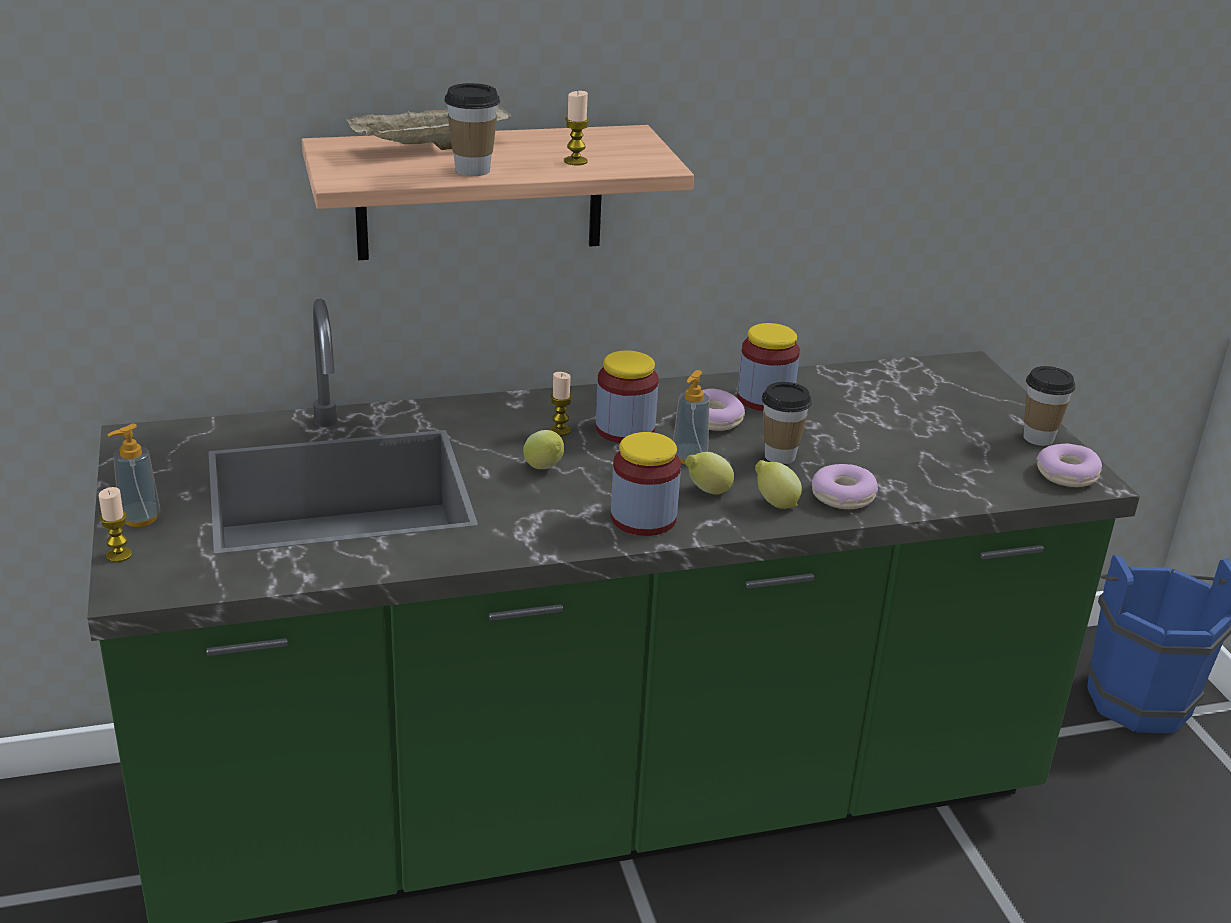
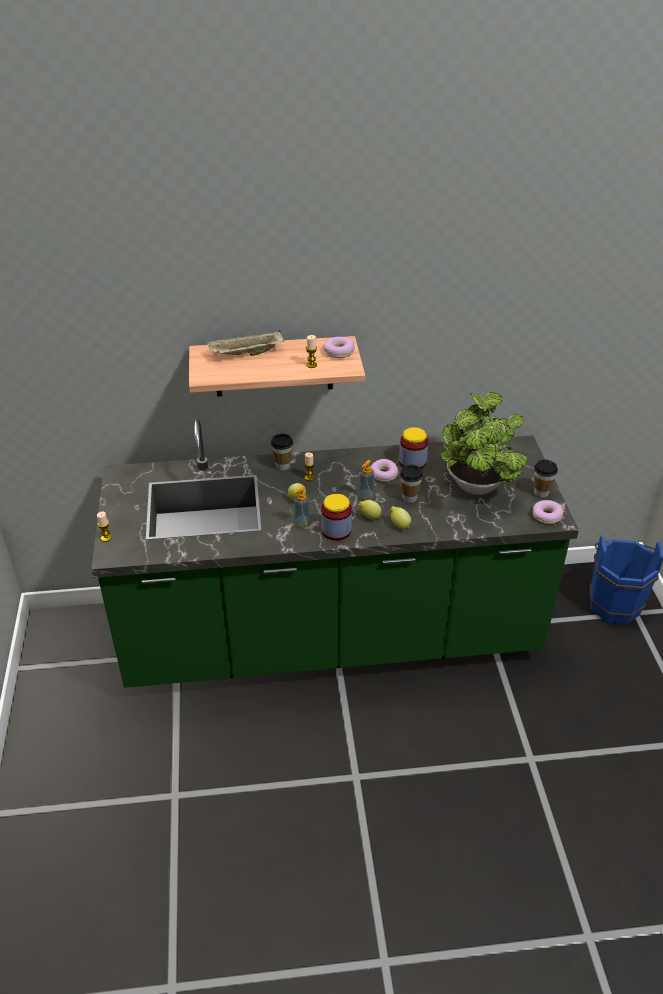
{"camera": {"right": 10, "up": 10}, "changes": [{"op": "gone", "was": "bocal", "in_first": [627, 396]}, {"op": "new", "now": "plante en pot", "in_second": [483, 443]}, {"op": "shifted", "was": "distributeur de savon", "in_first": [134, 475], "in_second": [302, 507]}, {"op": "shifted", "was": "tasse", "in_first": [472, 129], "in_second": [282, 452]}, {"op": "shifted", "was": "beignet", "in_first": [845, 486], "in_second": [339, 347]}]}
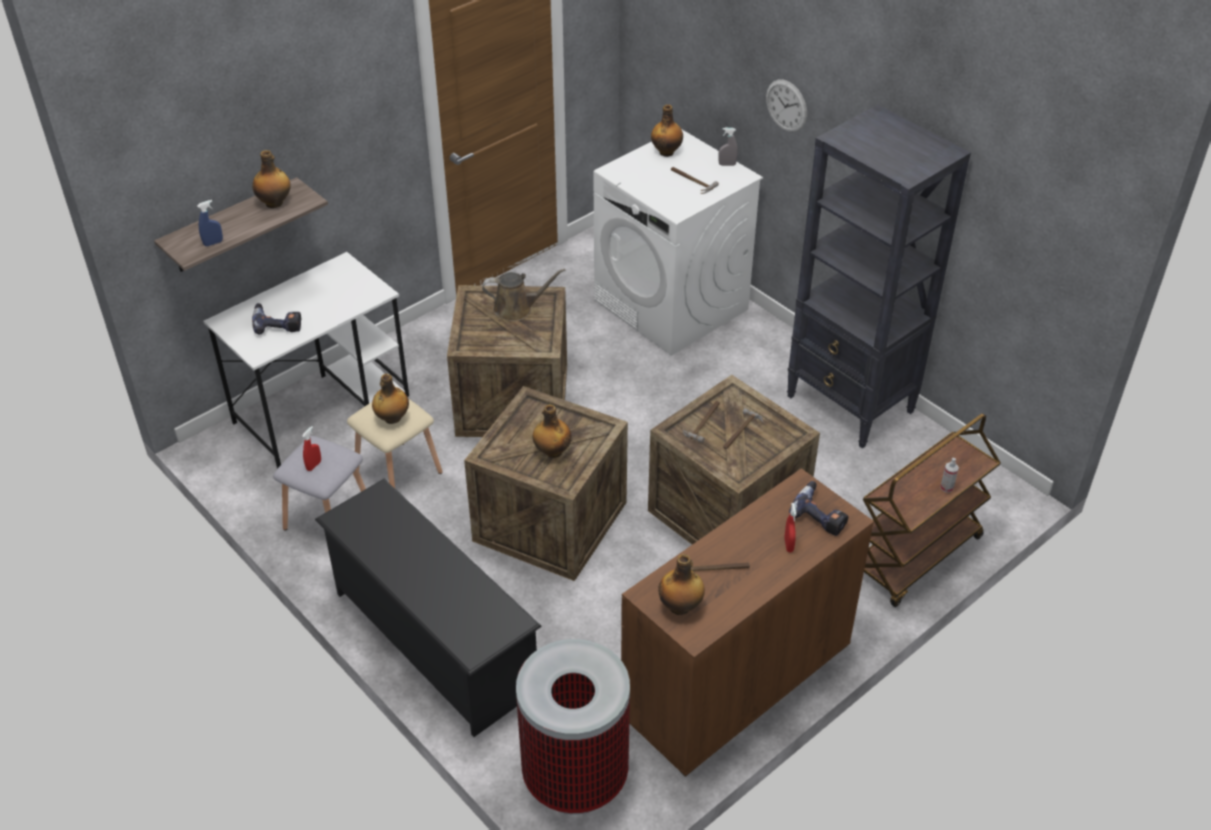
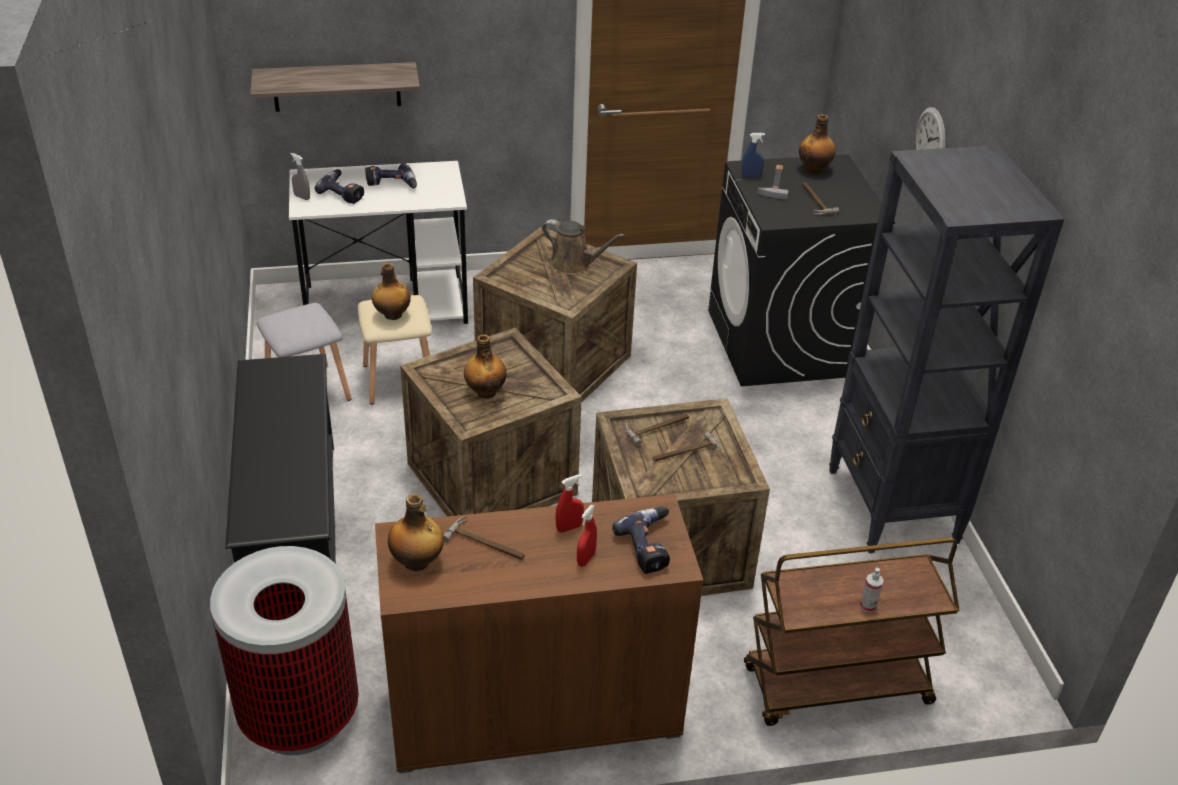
{"camera": {"right": 30, "up": -5}, "changes": [{"op": "gone", "was": "bouteille", "in_first": [271, 179]}, {"op": "new", "now": "perceuse", "in_second": [391, 175]}, {"op": "new", "now": "marteau", "in_second": [773, 182]}, {"op": "shifted", "was": "vaporisateur [bleu]", "in_first": [210, 223], "in_second": [753, 155]}, {"op": "shifted", "was": "vaporisateur [rouge]", "in_first": [311, 448], "in_second": [570, 503]}, {"op": "shifted", "was": "vaporisateur [gris]", "in_first": [728, 147], "in_second": [300, 176]}, {"op": "repainted", "was": "lave-linge [blanc]", "now": "lave-linge [noir]", "in_first": [678, 243], "in_second": [801, 270]}]}
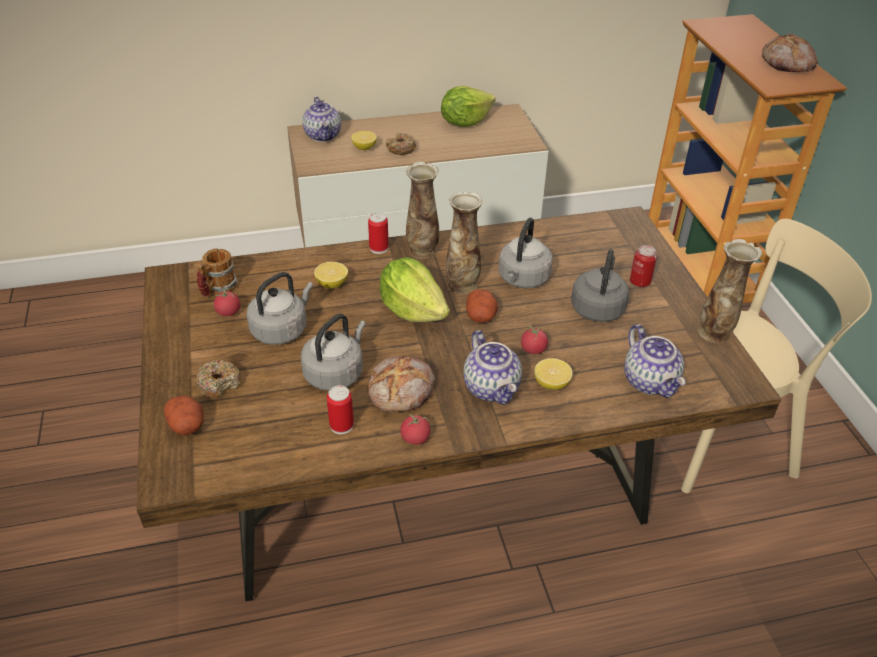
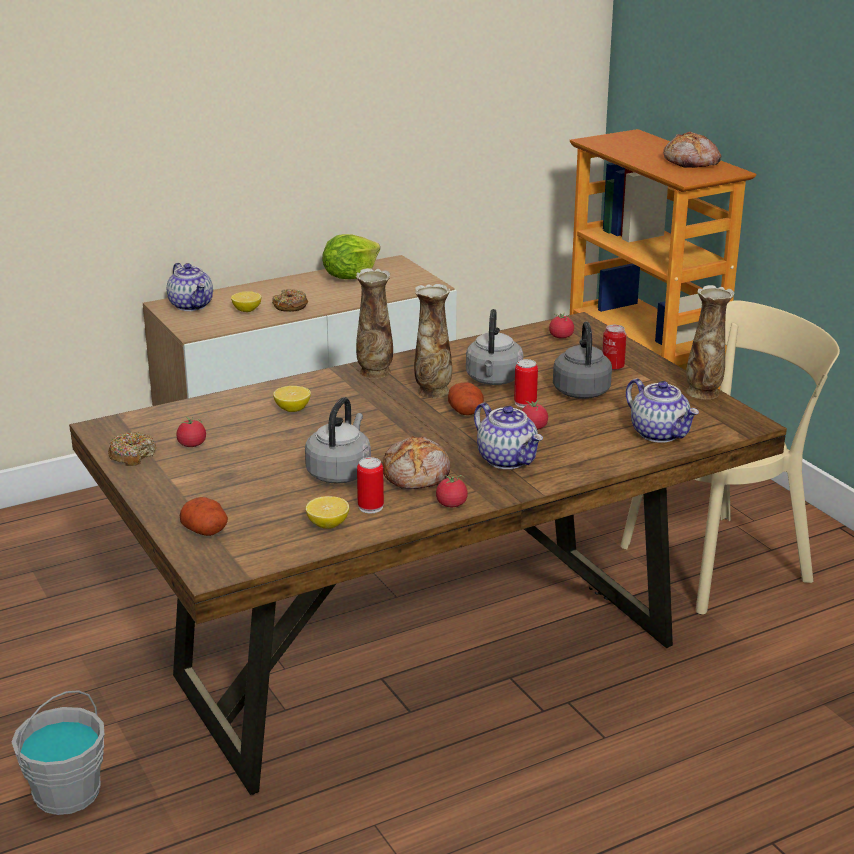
{"camera": {"right": -15, "up": -15}, "changes": [{"op": "gone", "was": "mug", "in_first": [217, 272]}, {"op": "gone", "was": "bouilloire [gris]", "in_first": [280, 308]}, {"op": "gone", "was": "laitue", "in_first": [414, 289]}, {"op": "new", "now": "seau [gris]", "in_second": [58, 752]}, {"op": "new", "now": "tomate", "in_second": [561, 325]}, {"op": "shifted", "was": "beignet", "in_first": [218, 379], "in_second": [132, 449]}, {"op": "shifted", "was": "boîte métallique", "in_first": [378, 233], "in_second": [526, 383]}, {"op": "shifted", "was": "citron", "in_first": [553, 374], "in_second": [327, 512]}]}
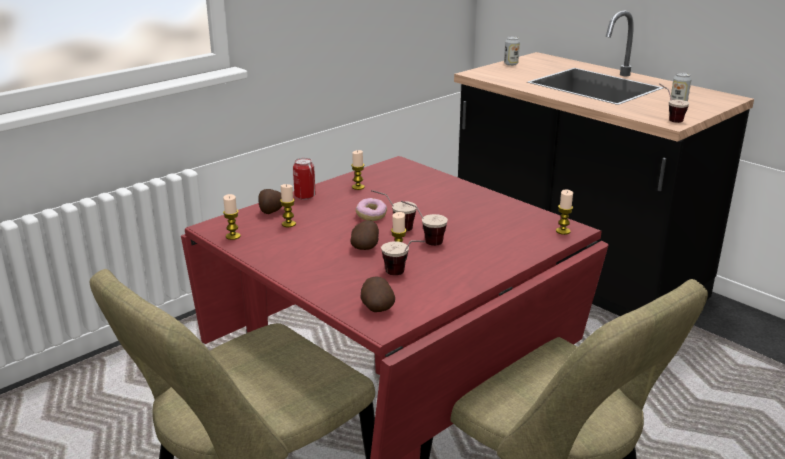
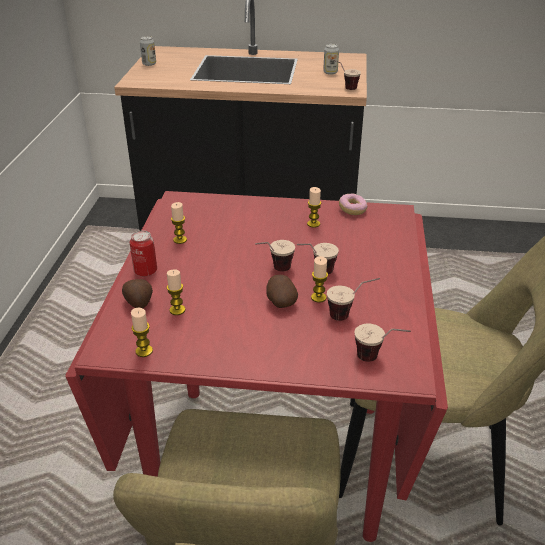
{"camera": {"right": -40, "up": 10}, "changes": [{"op": "shifted", "was": "beignet", "in_first": [371, 209], "in_second": [353, 204]}, {"op": "shifted", "was": "bougie", "in_first": [564, 212], "in_second": [314, 207]}, {"op": "swapped", "was": "pomme de terre", "now": "tasse", "in_first": [378, 294], "in_second": [382, 342]}]}
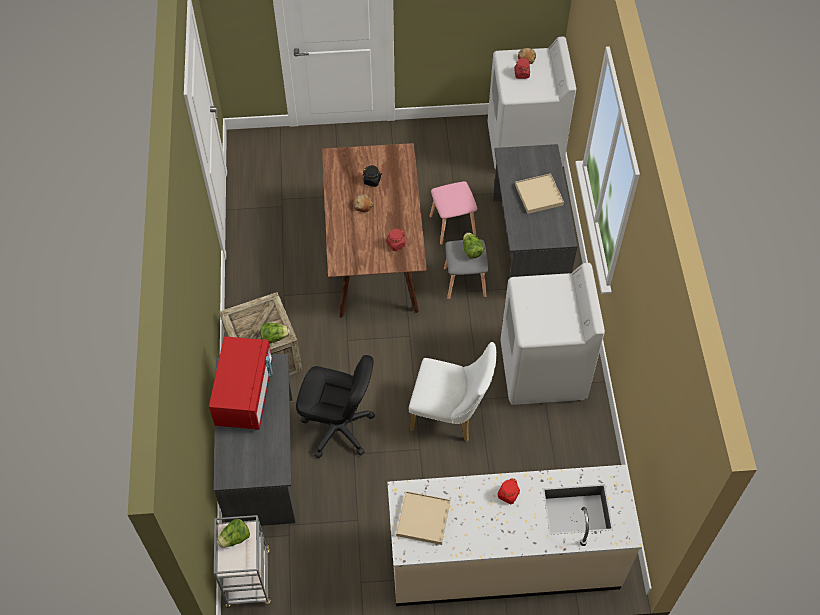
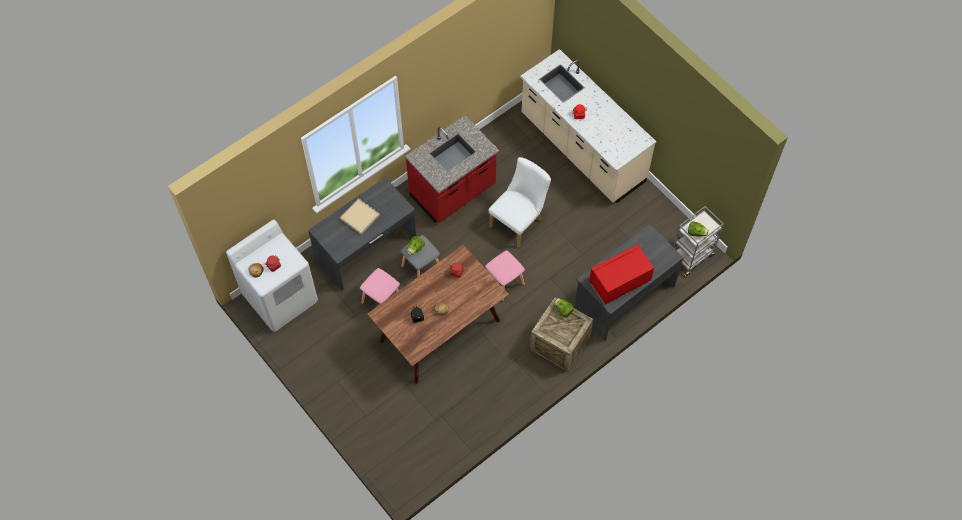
{"camera": {"right": -125, "up": 5}, "changes": [{"op": "gone", "was": "chaise de bureau [noir]", "in_first": [335, 406]}, {"op": "gone", "was": "plateau [beige]", "in_first": [423, 518]}, {"op": "new", "now": "tabouret [rose]", "in_second": [505, 275]}, {"op": "swapped", "was": "lave-linge [blanc]", "now": "comptoir de cuisine [rouge]", "in_first": [552, 334], "in_second": [452, 169]}, {"op": "rotated", "was": "chaise [blanc]", "in_first": [453, 392], "in_second": [520, 202], "clockwise": 60}]}
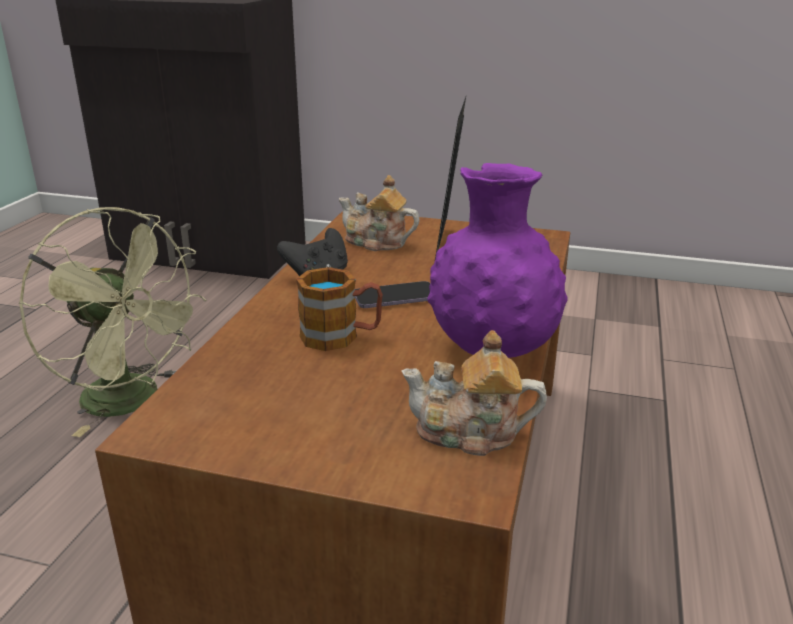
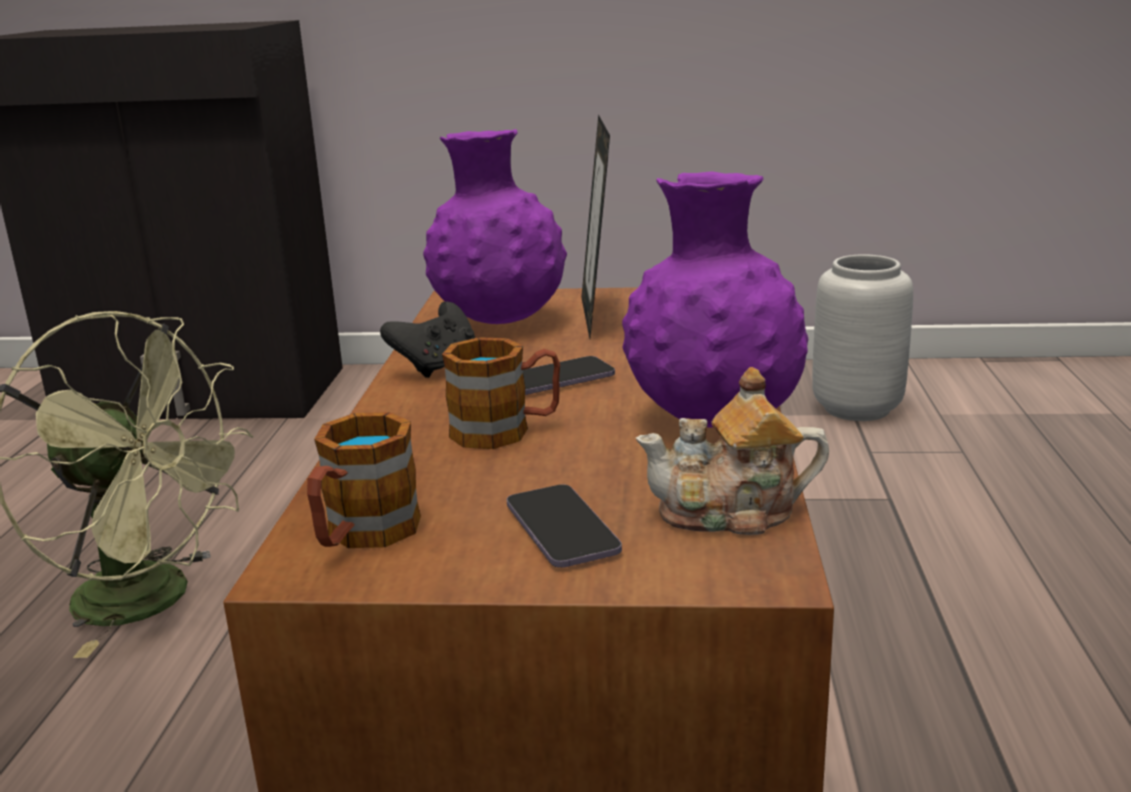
{"camera": {"right": -10, "up": -5}, "changes": [{"op": "new", "now": "mug", "in_second": [364, 480]}, {"op": "new", "now": "téléphone", "in_second": [564, 526]}, {"op": "new", "now": "vase [gris]", "in_second": [862, 337]}, {"op": "swapped", "was": "théière", "now": "vase [violet]", "in_first": [379, 213], "in_second": [495, 226]}]}
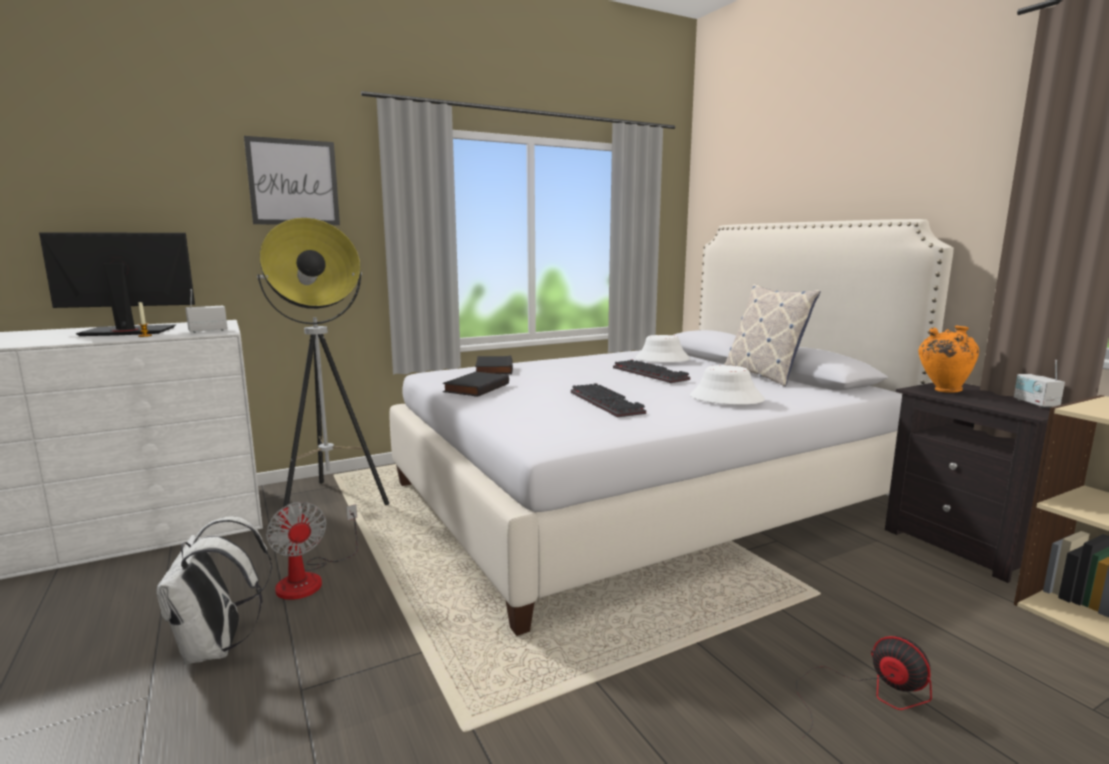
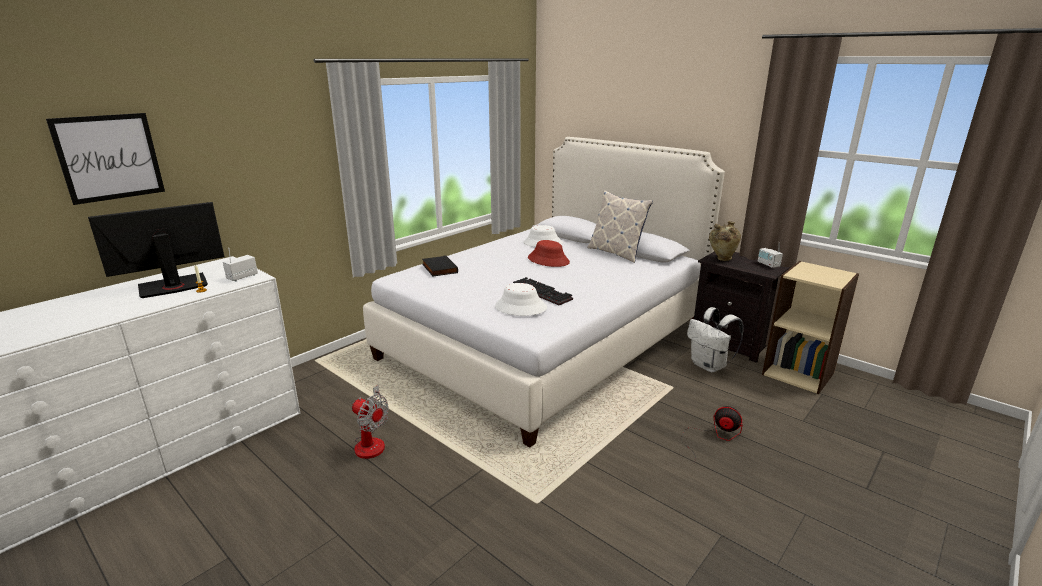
{"camera": {"right": -20, "up": 10}, "changes": [{"op": "gone", "was": "lampadaire", "in_first": [323, 363]}, {"op": "gone", "was": "livre [noir]", "in_first": [476, 384]}, {"op": "shifted", "was": "sac à dos [blanc]", "in_first": [214, 591], "in_second": [715, 340]}, {"op": "shifted", "was": "tableau", "in_first": [292, 180], "in_second": [105, 159]}, {"op": "shifted", "was": "chapeau [blanc]", "in_first": [727, 385], "in_second": [521, 299]}, {"op": "swapped", "was": "clavier", "now": "chapeau [rouge]", "in_first": [651, 371], "in_second": [549, 253]}, {"op": "repainted", "was": "vase [orange]", "now": "vase [beige]", "in_first": [948, 359], "in_second": [725, 241]}]}
